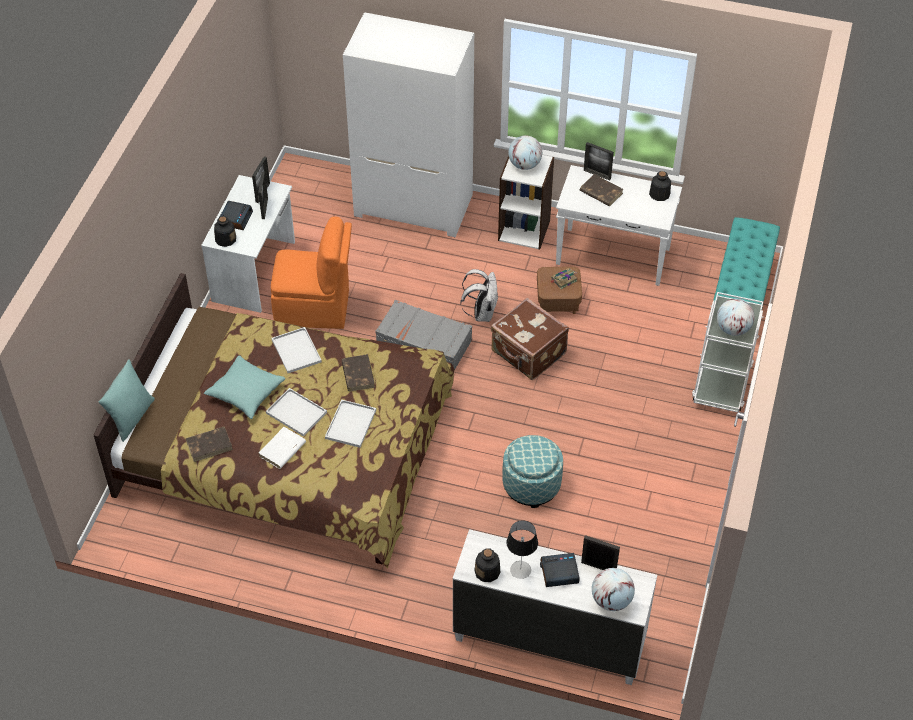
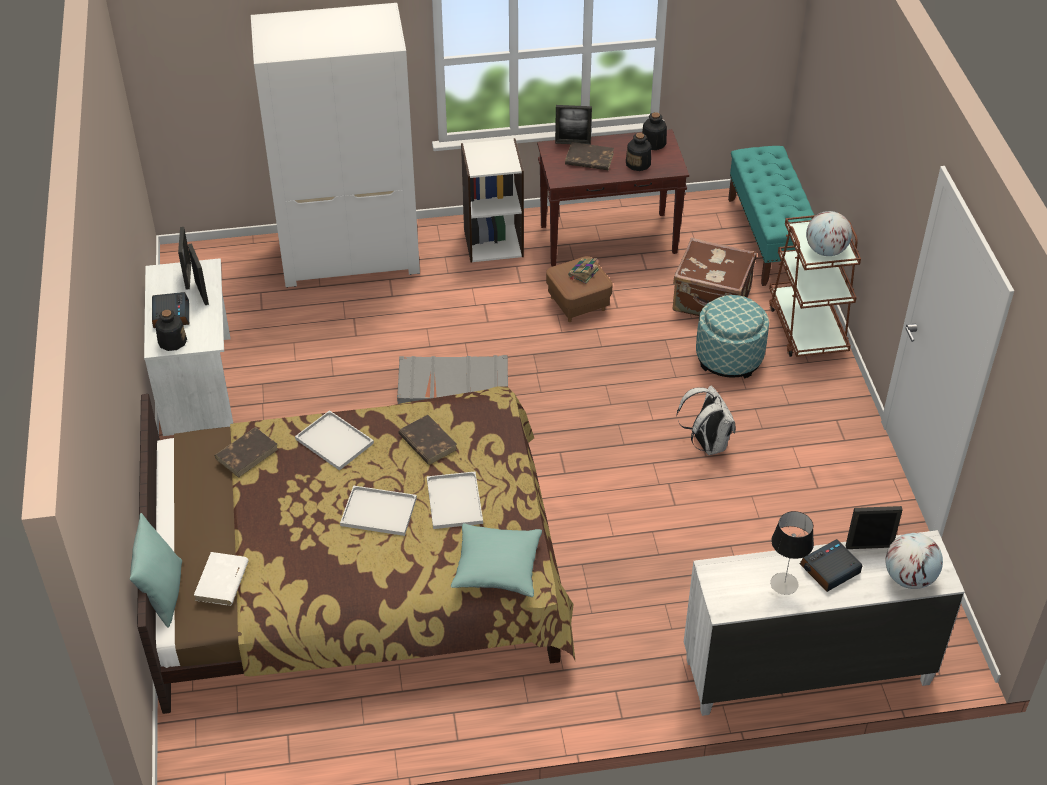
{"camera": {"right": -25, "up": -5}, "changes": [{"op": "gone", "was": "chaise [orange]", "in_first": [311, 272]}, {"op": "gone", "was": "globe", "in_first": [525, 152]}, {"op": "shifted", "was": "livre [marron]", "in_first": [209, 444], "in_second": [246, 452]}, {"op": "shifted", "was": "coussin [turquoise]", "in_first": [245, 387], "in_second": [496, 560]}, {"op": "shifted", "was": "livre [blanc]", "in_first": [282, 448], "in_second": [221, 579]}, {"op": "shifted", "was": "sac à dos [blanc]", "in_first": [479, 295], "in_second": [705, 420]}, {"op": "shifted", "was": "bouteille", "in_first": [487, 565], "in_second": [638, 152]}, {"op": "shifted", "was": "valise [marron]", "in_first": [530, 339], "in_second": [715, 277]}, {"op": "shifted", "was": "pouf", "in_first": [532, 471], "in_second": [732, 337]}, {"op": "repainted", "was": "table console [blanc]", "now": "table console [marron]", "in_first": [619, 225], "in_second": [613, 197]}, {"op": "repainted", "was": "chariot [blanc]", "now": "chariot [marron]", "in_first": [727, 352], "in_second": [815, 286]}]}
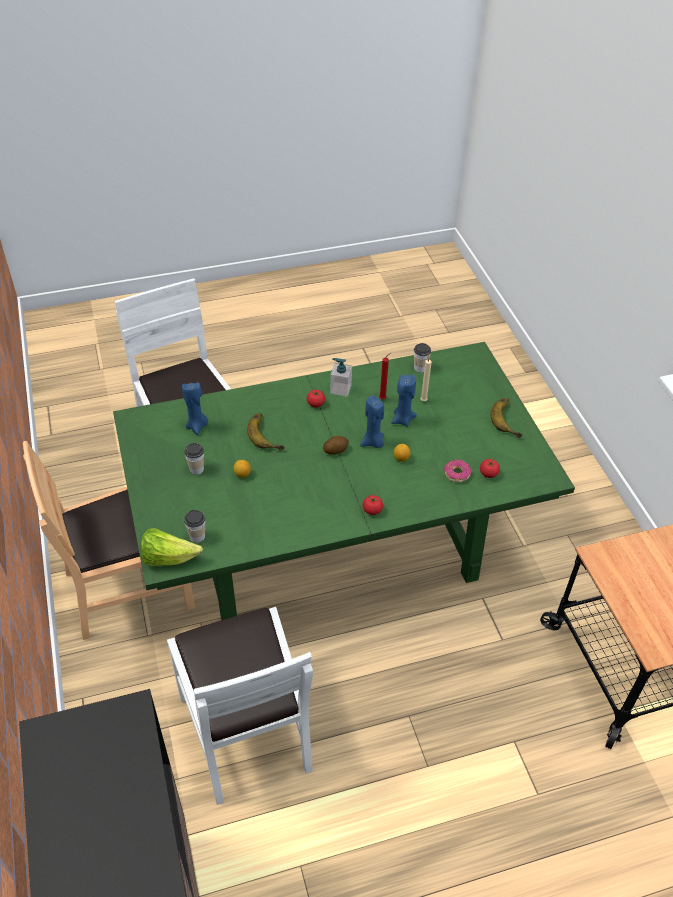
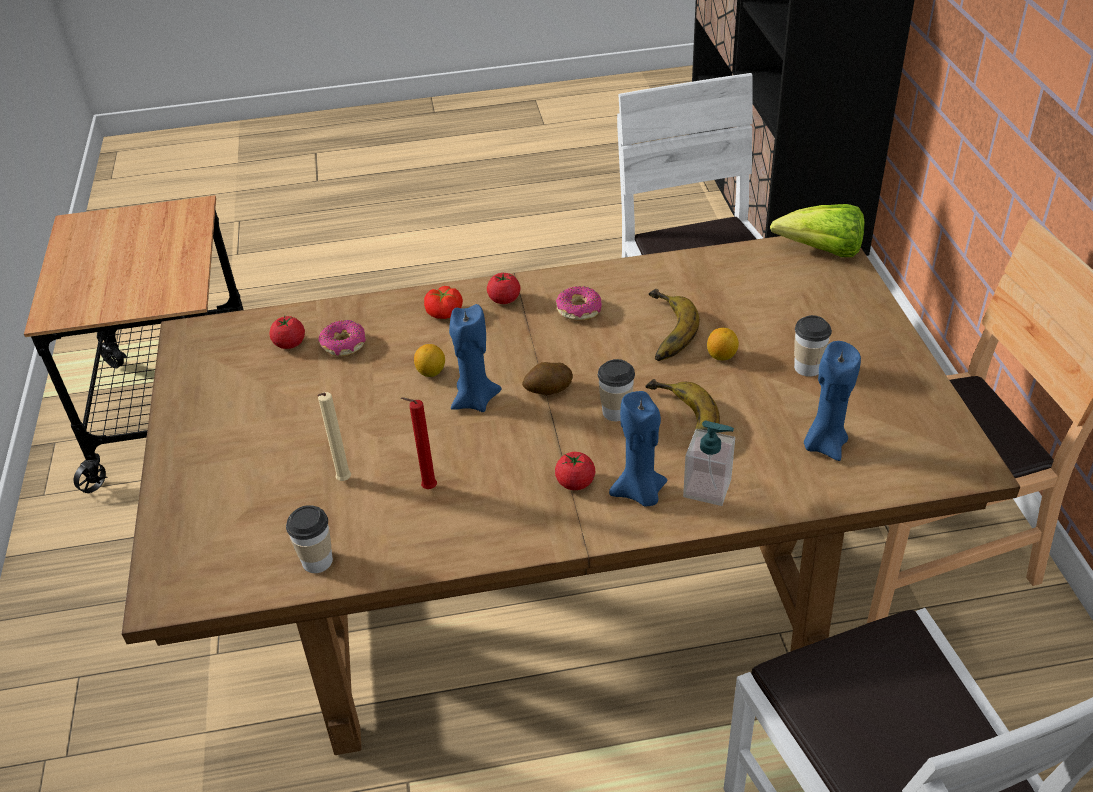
{"camera": {"right": -170, "up": -5}, "changes": [{"op": "new", "now": "tomate", "in_second": [443, 302]}, {"op": "new", "now": "beignet", "in_second": [579, 303]}, {"op": "shifted", "was": "tasse", "in_first": [194, 526], "in_second": [616, 390]}, {"op": "shifted", "was": "distributeur de savon", "in_first": [341, 377], "in_second": [709, 463]}, {"op": "shifted", "was": "bougie [bleu]", "in_first": [404, 400], "in_second": [638, 449]}, {"op": "shifted", "was": "banane", "in_first": [506, 418], "in_second": [674, 325]}, {"op": "repainted", "was": "table à manger [vert]", "now": "table à manger [marron]", "in_first": [344, 481], "in_second": [571, 495]}]}
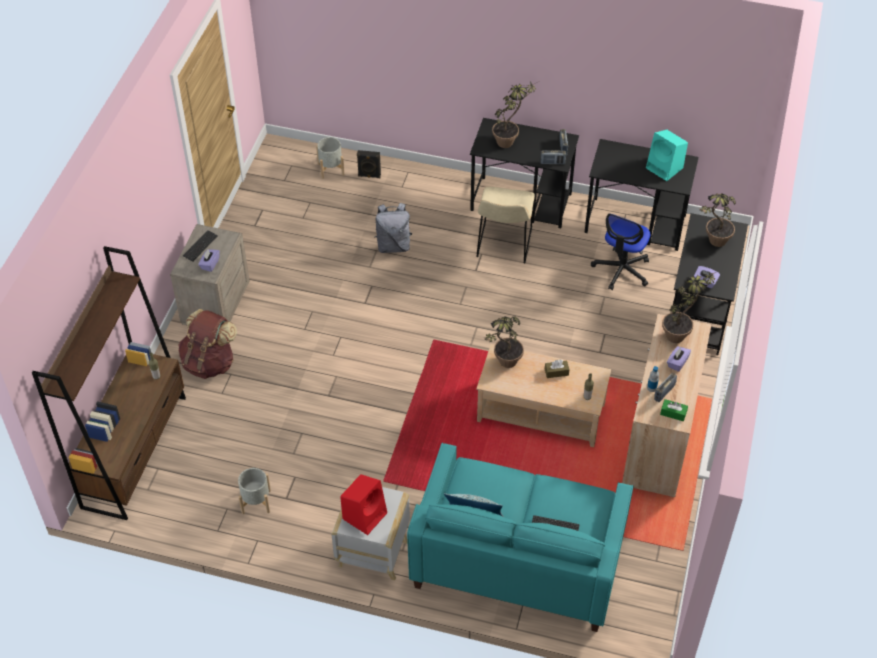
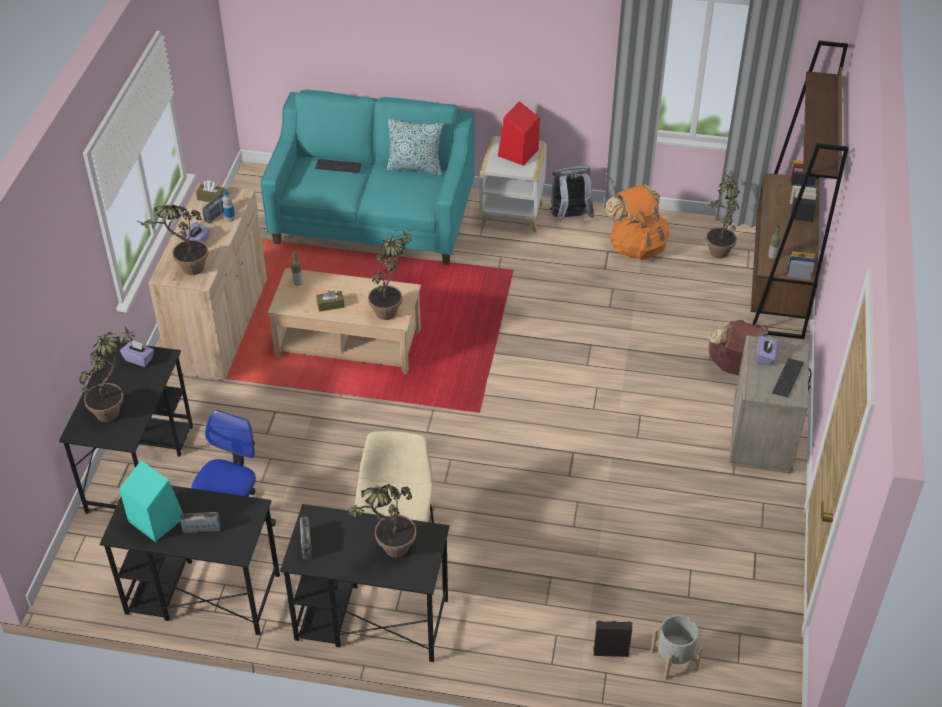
{"camera": {"right": 175, "up": -5}, "changes": [{"op": "new", "now": "plante en pot", "in_second": [723, 214]}, {"op": "shifted", "was": "sac à dos [gris]", "in_first": [393, 228], "in_second": [572, 194]}, {"op": "shifted", "was": "radio", "in_first": [553, 157], "in_second": [200, 522]}, {"op": "swapped", "was": "cache-pot [gris]", "now": "sac à dos [orange]", "in_first": [254, 491], "in_second": [637, 222]}, {"op": "repainted", "was": "boîte à mouchoirs [vert]", "now": "boîte à mouchoirs [marron]", "in_first": [674, 410], "in_second": [210, 191]}]}
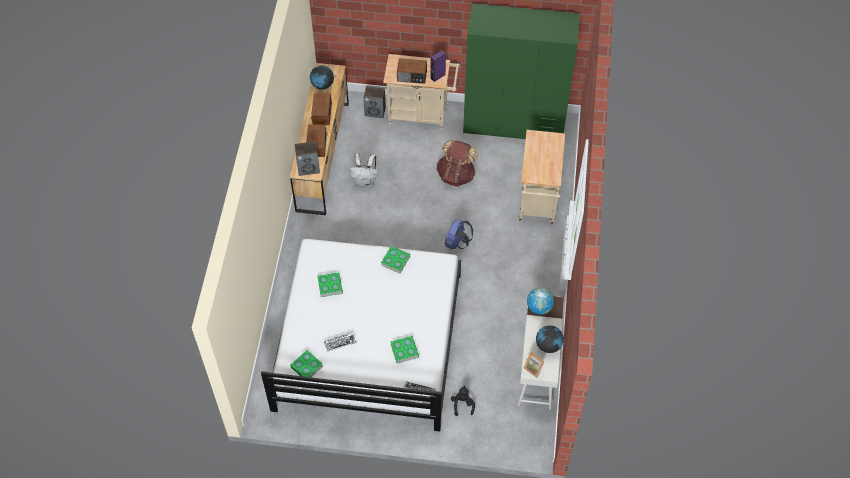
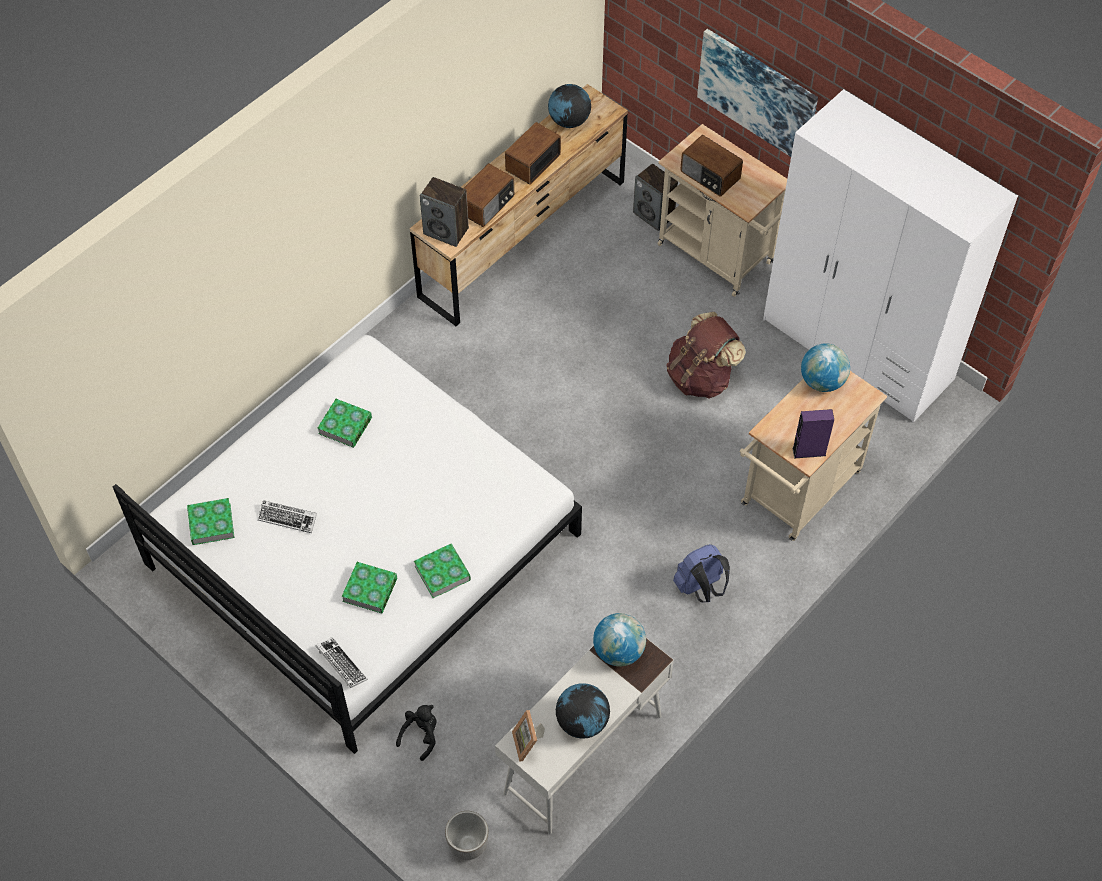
{"camera": {"right": 35, "up": 0}, "changes": [{"op": "gone", "was": "sac à dos [blanc]", "in_first": [364, 169]}, {"op": "new", "now": "cache-pot", "in_second": [467, 835]}, {"op": "new", "now": "tableau", "in_second": [757, 93]}, {"op": "new", "now": "globe", "in_second": [825, 367]}, {"op": "shifted", "was": "livre", "in_first": [395, 260], "in_second": [442, 570]}, {"op": "shifted", "was": "enceinte [violet]", "in_first": [438, 66], "in_second": [813, 433]}, {"op": "shifted", "was": "sac à dos [bleu]", "in_first": [459, 234], "in_second": [701, 573]}, {"op": "repainted", "was": "armoire [vert]", "now": "armoire [blanc]", "in_first": [521, 71], "in_second": [890, 256]}]}
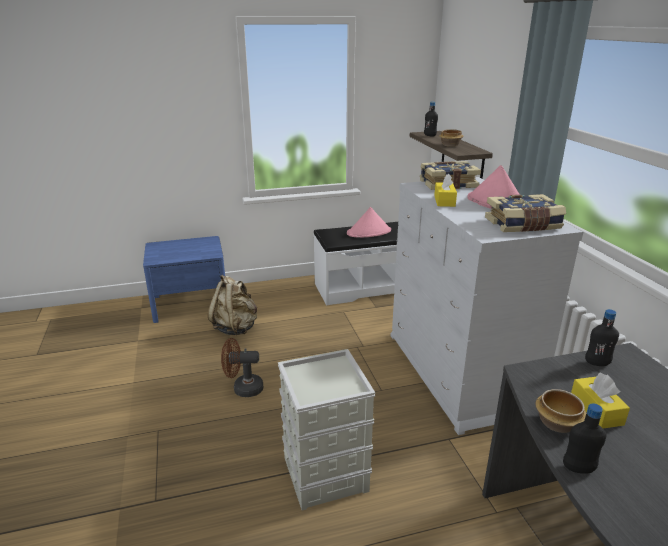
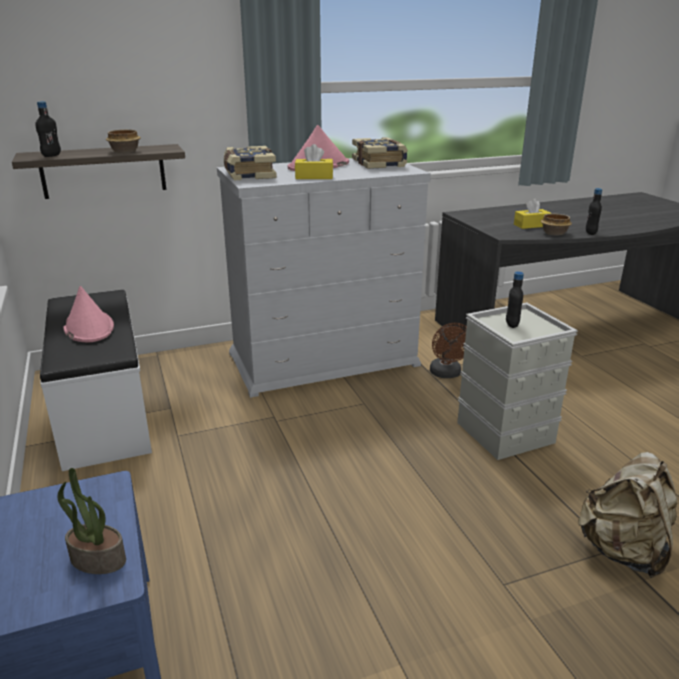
{"camera": {"right": -95, "up": 0}, "changes": [{"op": "new", "now": "plante en pot", "in_second": [91, 521]}, {"op": "shifted", "was": "sac à dos [beige]", "in_first": [232, 305], "in_second": [628, 515]}, {"op": "shifted", "was": "ventilateur [marron]", "in_first": [242, 367], "in_second": [448, 350]}, {"op": "shifted", "was": "bouteille [noir]", "in_first": [602, 337], "in_second": [515, 300]}]}
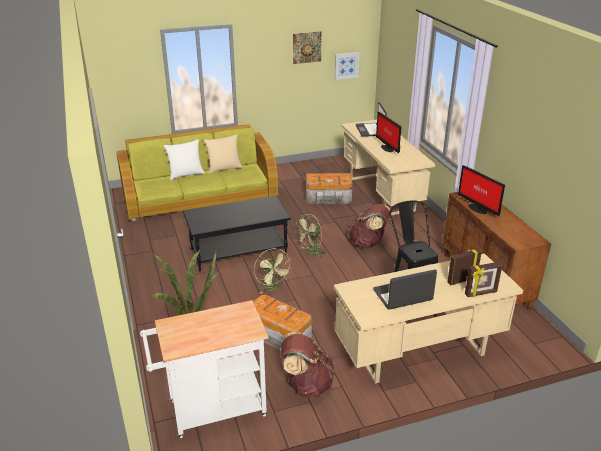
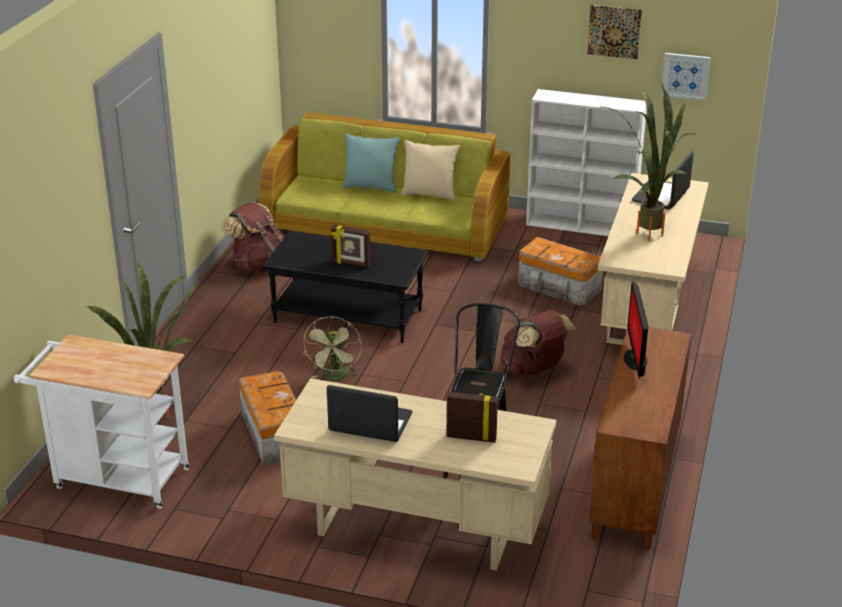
{"camera": {"right": 35, "up": 0}, "changes": [{"op": "gone", "was": "ventilateur [vert]", "in_first": [311, 236]}, {"op": "new", "now": "bibliothèque [blanc]", "in_second": [586, 162]}, {"op": "shifted", "was": "sac à dos [marron]", "in_first": [308, 364], "in_second": [253, 237]}, {"op": "shifted", "was": "cadre photo", "in_first": [483, 279], "in_second": [350, 246]}, {"op": "swapped", "was": "écran d'ordinateur", "now": "plante en pot", "in_first": [389, 133], "in_second": [646, 161]}, {"op": "repainted", "was": "coussin [blanc]", "now": "coussin [turquoise]", "in_first": [184, 159], "in_second": [371, 163]}]}
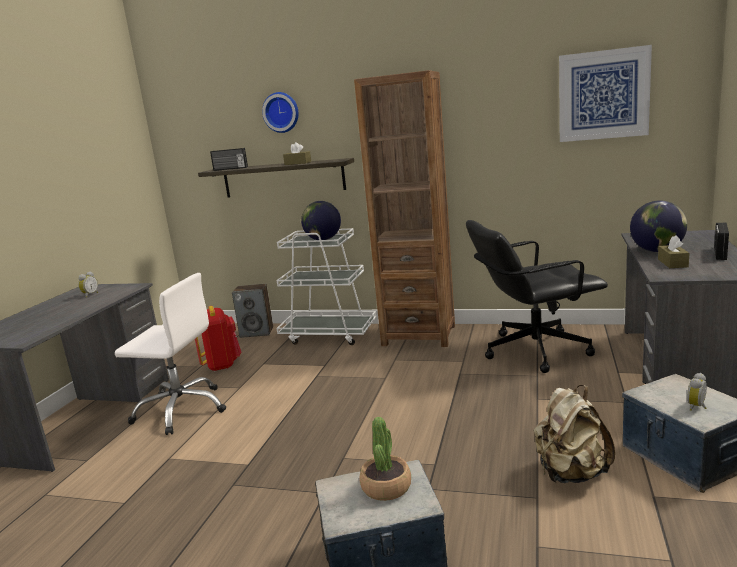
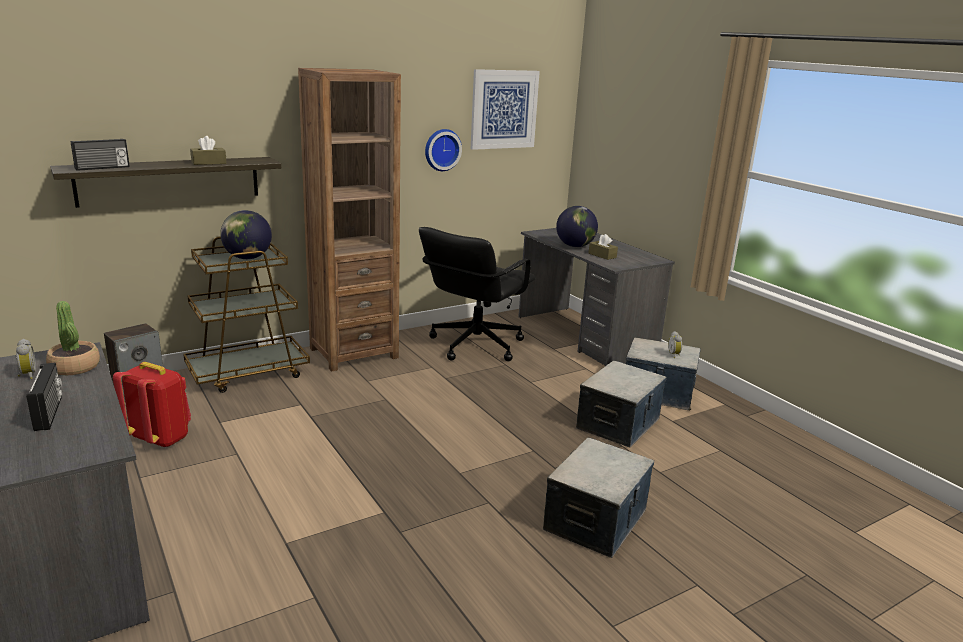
{"camera": {"right": -50, "up": 5}, "changes": [{"op": "gone", "was": "chaise de bureau [blanc]", "in_first": [170, 354]}, {"op": "shifted", "was": "horloge murale", "in_first": [280, 112], "in_second": [443, 150]}, {"op": "shifted", "was": "plante en pot", "in_first": [385, 459], "in_second": [73, 338]}, {"op": "shifted", "was": "radio", "in_first": [721, 241], "in_second": [44, 396]}, {"op": "swapped", "was": "sac à dos [beige]", "now": "boîte de rangement", "in_first": [574, 434], "in_second": [621, 404]}, {"op": "repainted", "was": "chariot [blanc]", "now": "chariot [marron]", "in_first": [326, 286], "in_second": [246, 314]}]}
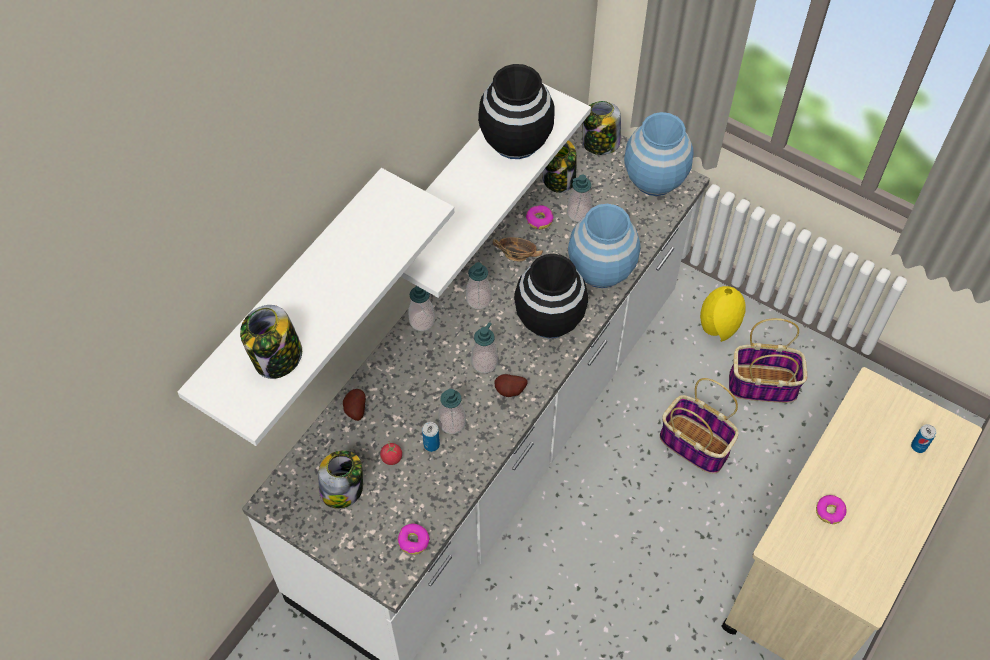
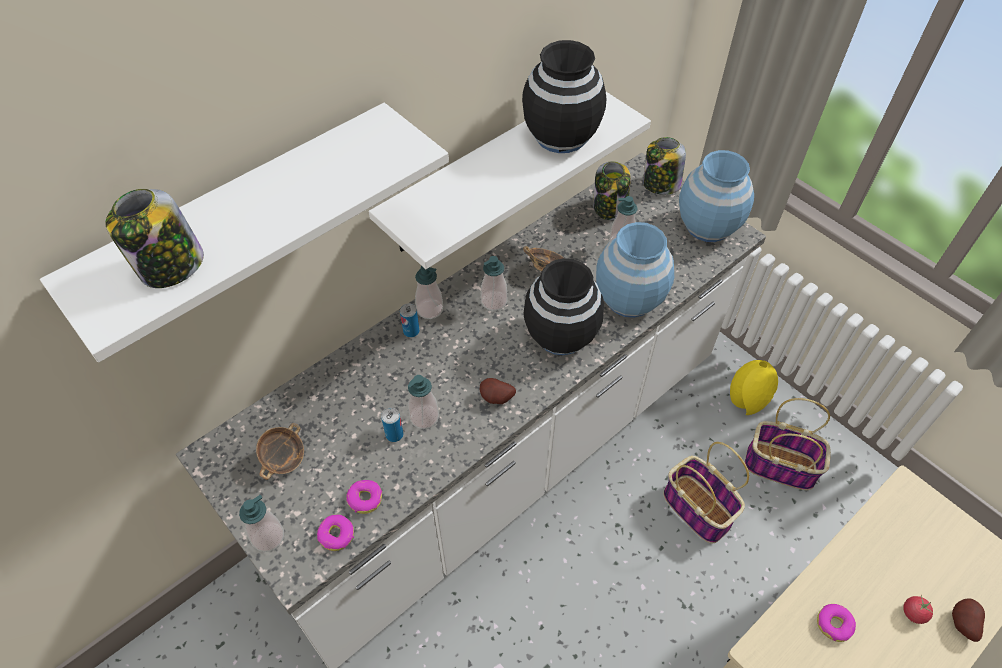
{"camera": {"right": 15, "up": -5}, "changes": [{"op": "shifted", "was": "pomme de terre", "in_first": [354, 405], "in_second": [968, 620]}, {"op": "shifted", "was": "tomate", "in_first": [391, 453], "in_second": [918, 609]}, {"op": "shifted", "was": "distributeur de savon", "in_first": [484, 347], "in_second": [261, 523]}, {"op": "shifted", "was": "beignet", "in_first": [540, 217], "in_second": [364, 497]}, {"op": "shifted", "was": "boîte métallique", "in_first": [923, 438], "in_second": [410, 320]}, {"op": "swapped", "was": "bocal", "now": "bol", "in_first": [340, 479], "in_second": [280, 451]}]}
